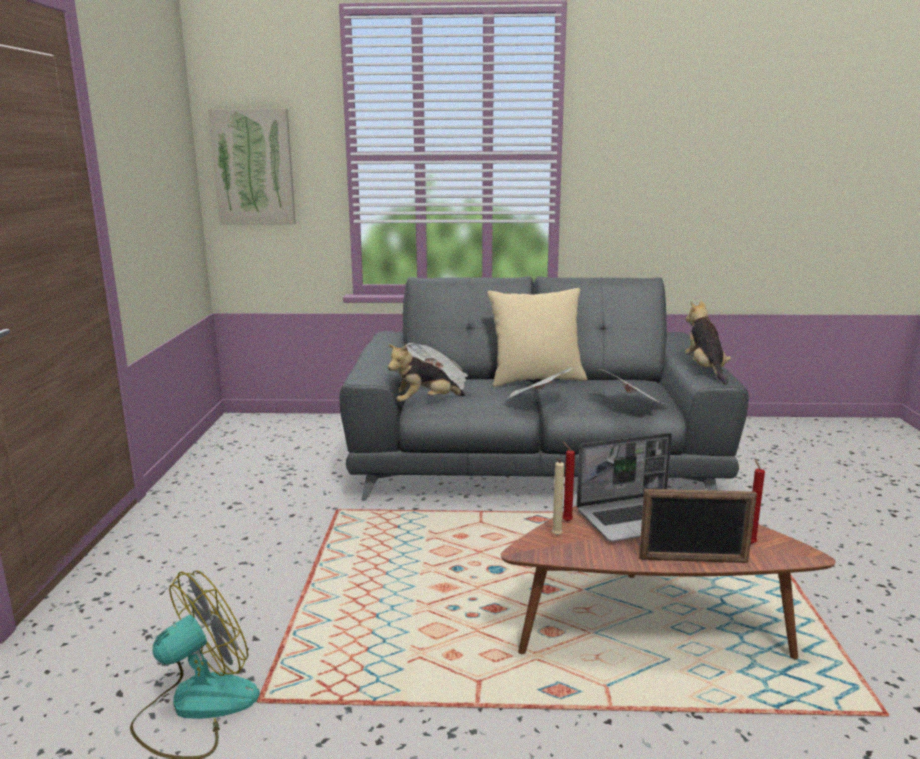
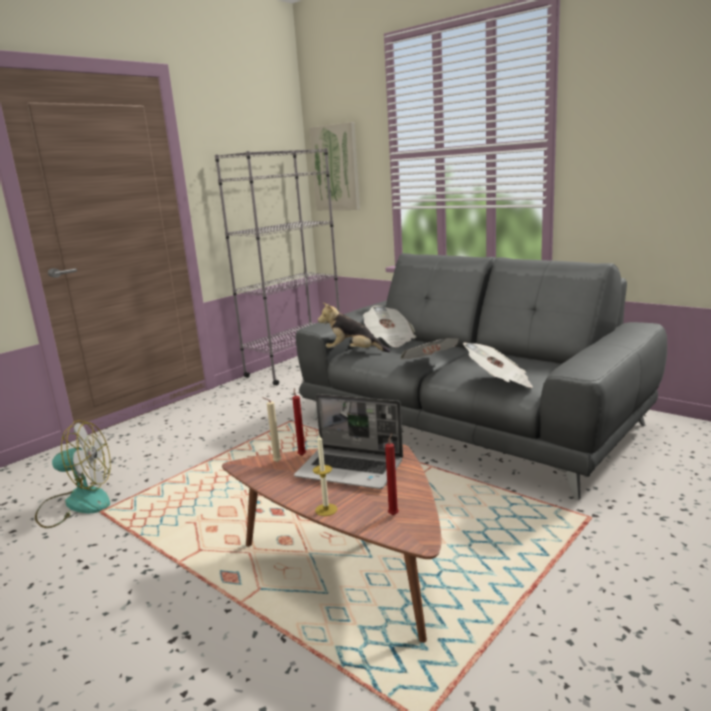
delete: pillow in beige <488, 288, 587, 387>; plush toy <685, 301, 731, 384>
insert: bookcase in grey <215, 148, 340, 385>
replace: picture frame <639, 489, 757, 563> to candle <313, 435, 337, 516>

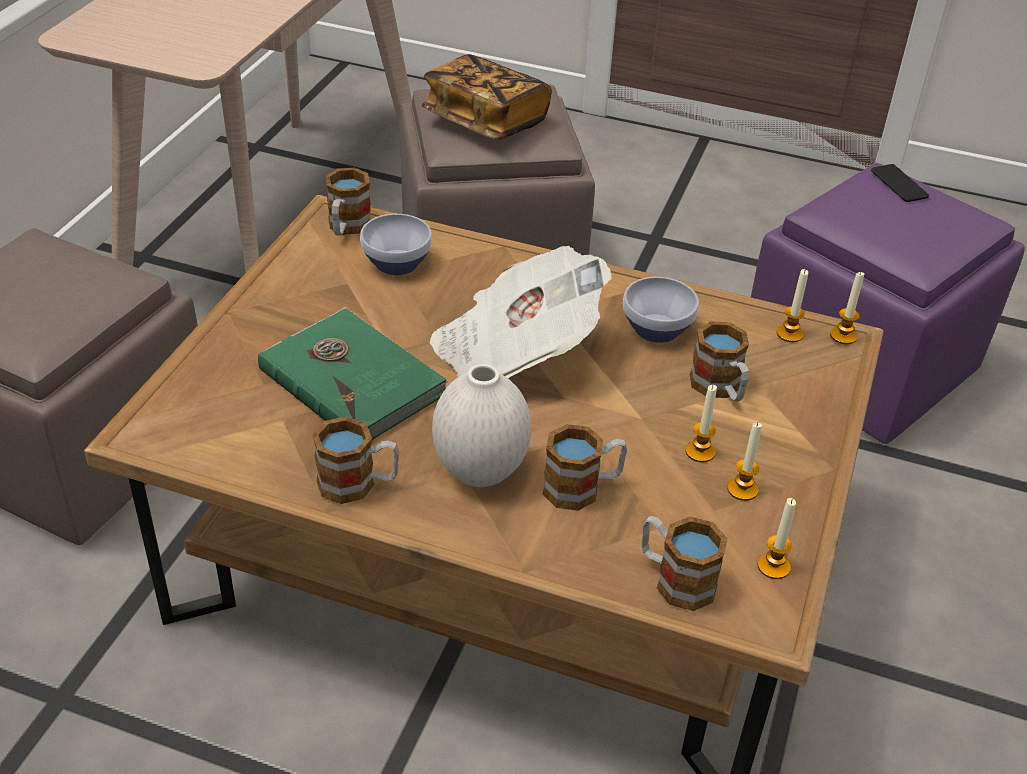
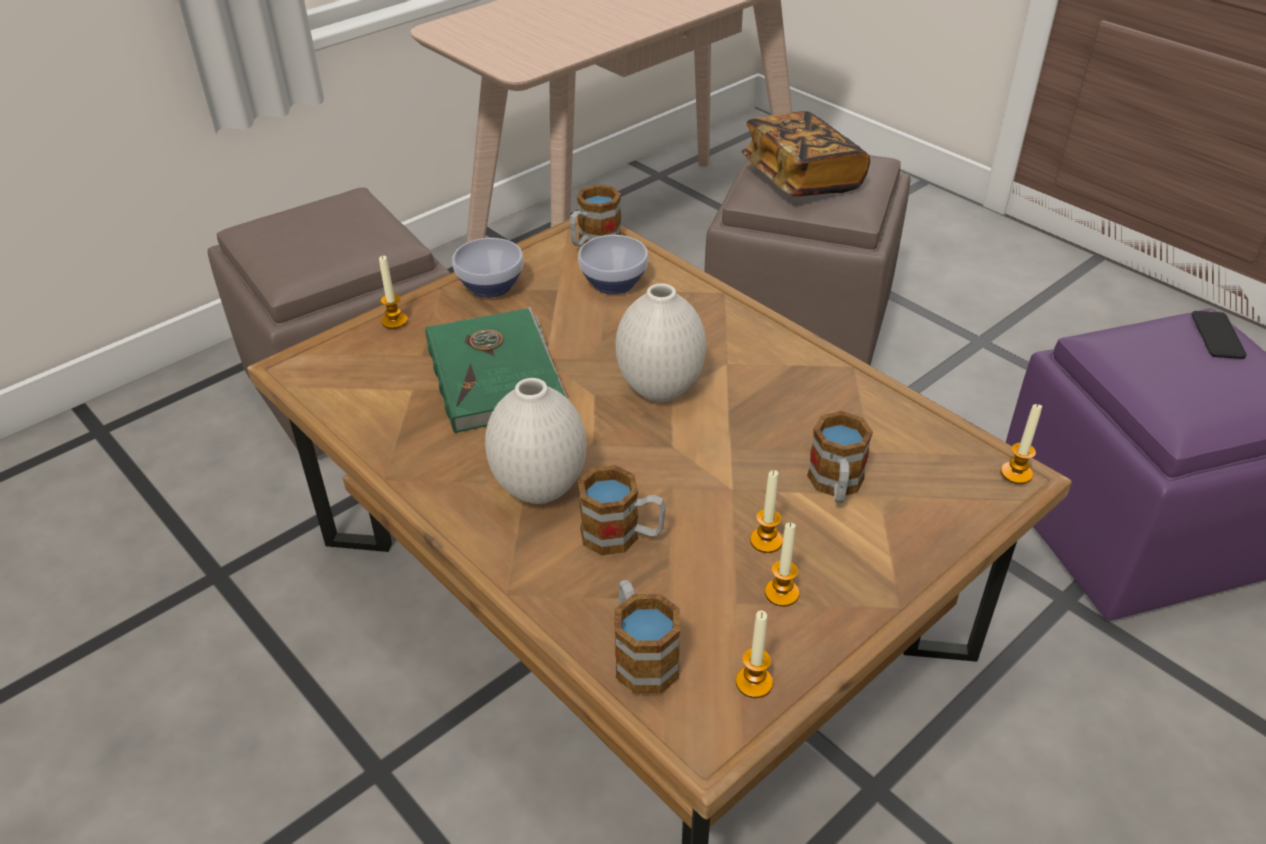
delete: mug <312, 416, 399, 504>
move: bowl <623, 277, 699, 343> to <452, 238, 523, 298>; candle <776, 269, 808, 342> to <379, 255, 408, 329>
replace: newspaper <430, 246, 612, 378> to vase in white <616, 283, 706, 402>

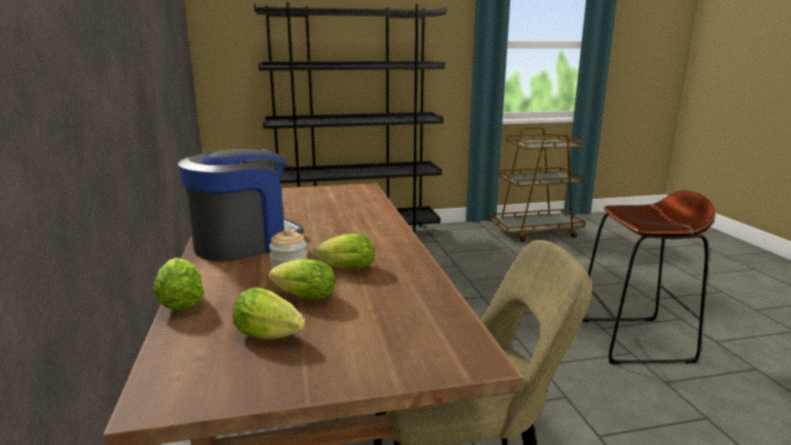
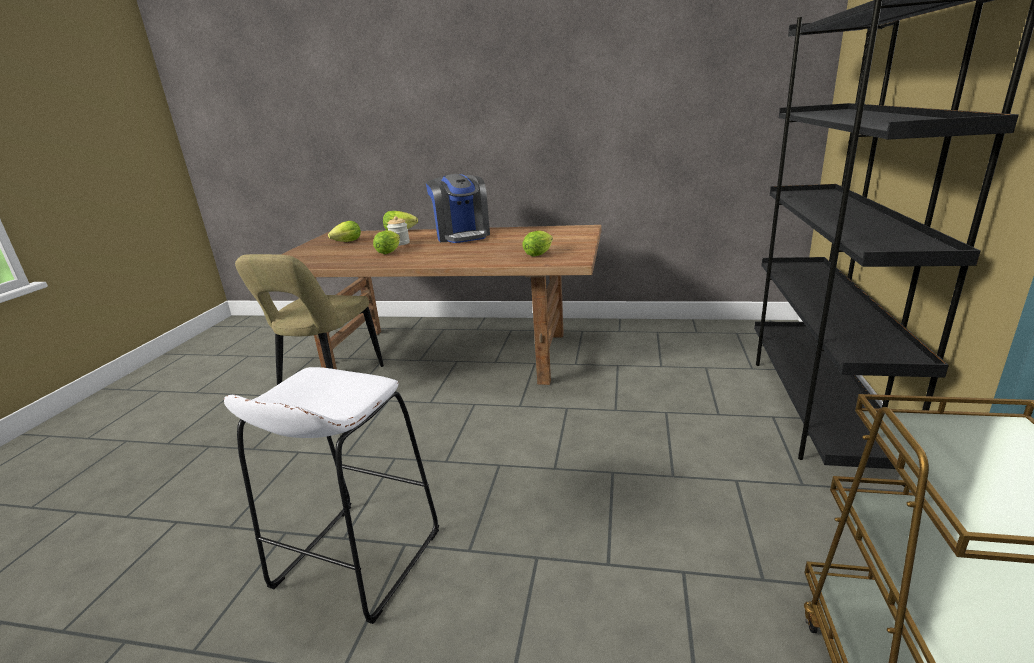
move: lettuce <268, 259, 335, 300> to <522, 230, 553, 257>
recolor: stool in brown <582, 190, 716, 364> to stool in white <224, 367, 439, 624>

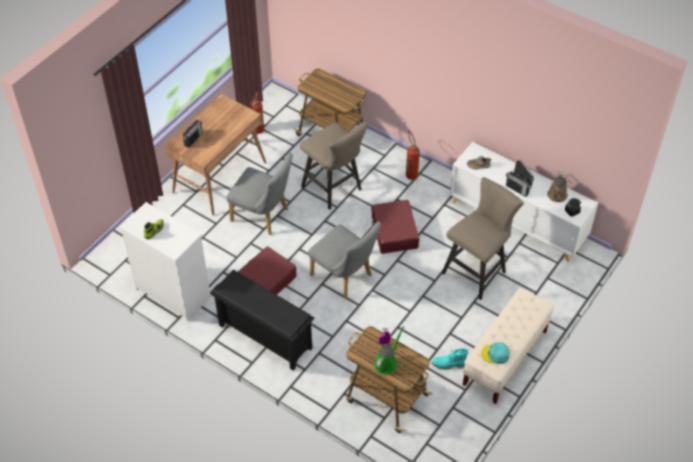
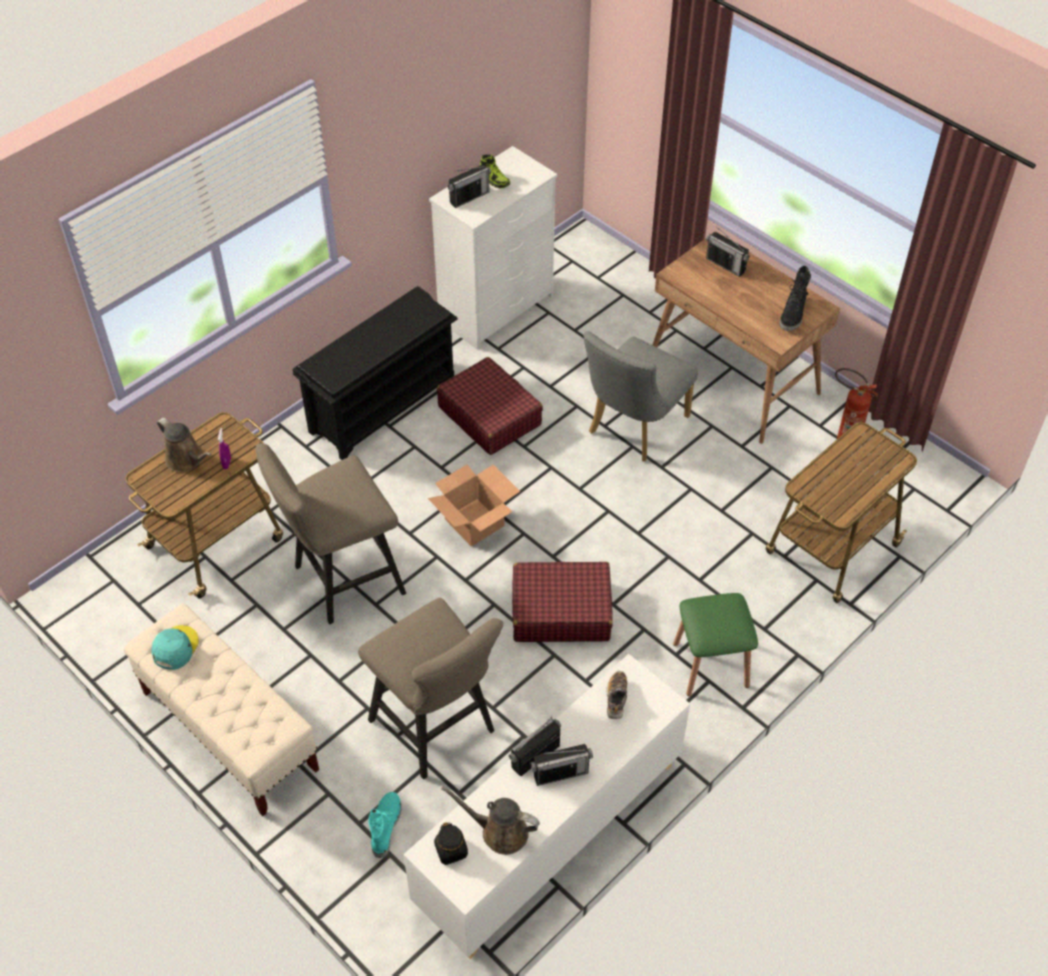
insert: radio <448, 165, 491, 208>; boot in black <780, 266, 811, 331>
move: stool in beige <300, 122, 368, 210> to <255, 443, 406, 624>; boot in turquoise <432, 348, 469, 370> to <368, 792, 401, 858>
replace: chair in grey <308, 222, 381, 299> to cardboard box <428, 464, 520, 546>; fire extinguisher <406, 130, 420, 180> to stool in green <673, 593, 758, 696>
recolor: watering can in green <374, 326, 404, 375> to watering can in brown <157, 418, 212, 472>

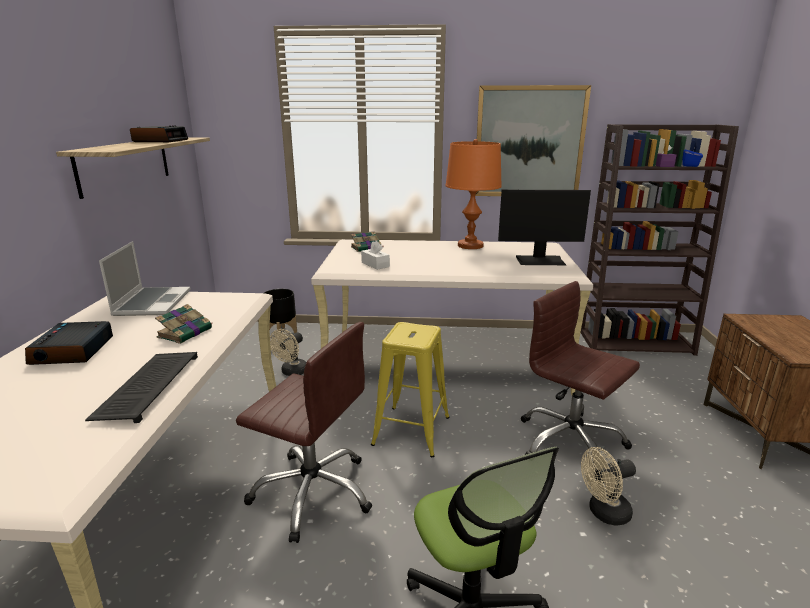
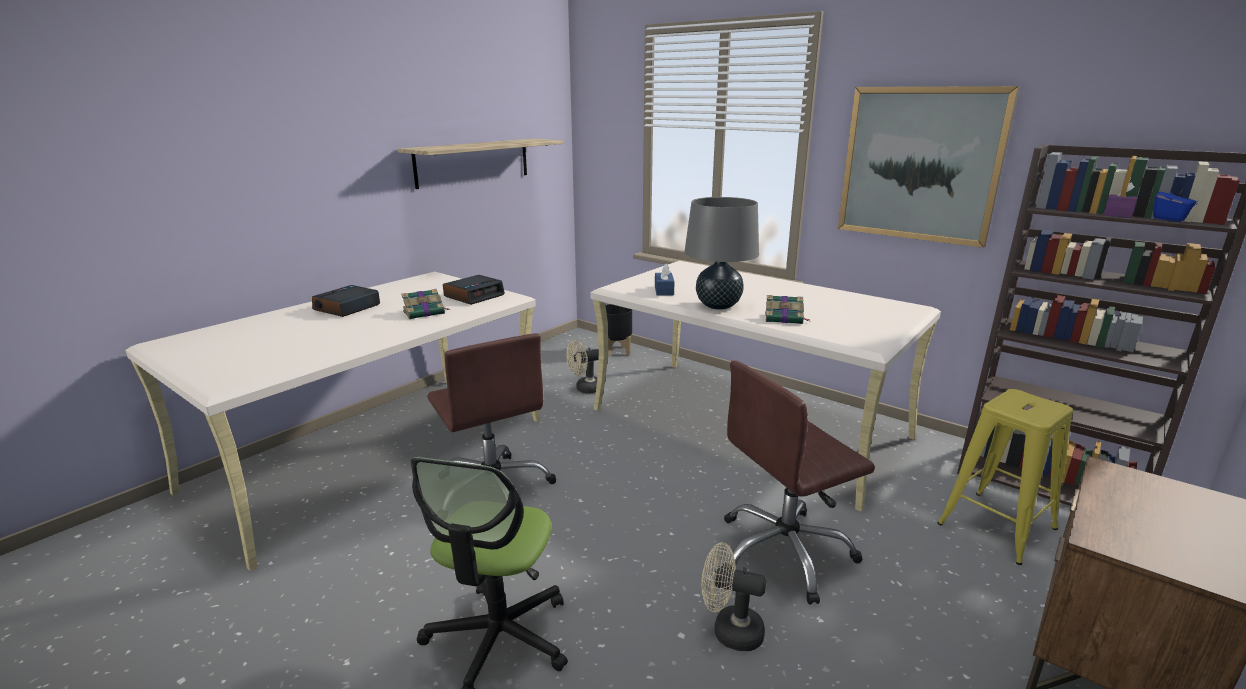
delete: keyboard <85, 352, 198, 423>; laptop <99, 241, 191, 316>; table lamp in orange <445, 139, 502, 249>; monitor <498, 190, 591, 265>
insert: table lamp in grey <684, 197, 759, 310>
move: alarm clock <130, 125, 188, 142> to <443, 275, 505, 305>; book <351, 231, 385, 252> to <765, 295, 810, 324>; stool in yellow <371, 322, 449, 457> to <938, 389, 1073, 565>
recolor: tissue box in white <361, 241, 390, 270> to tissue box in blue <655, 264, 674, 295>
rotate: office chair in brown <521, 281, 640, 479> = <722, 360, 875, 604> 105 degrees counterclockwise

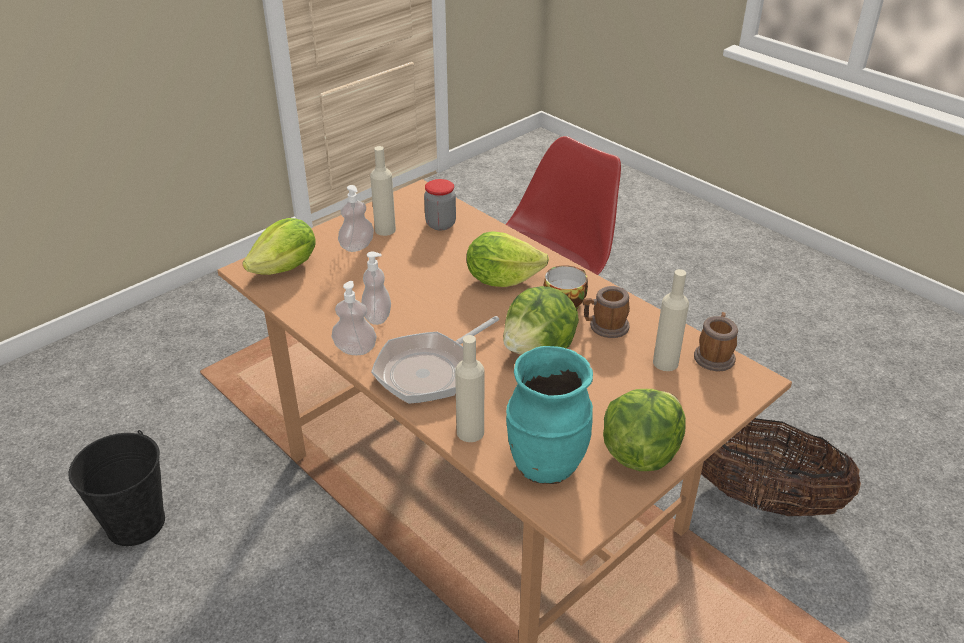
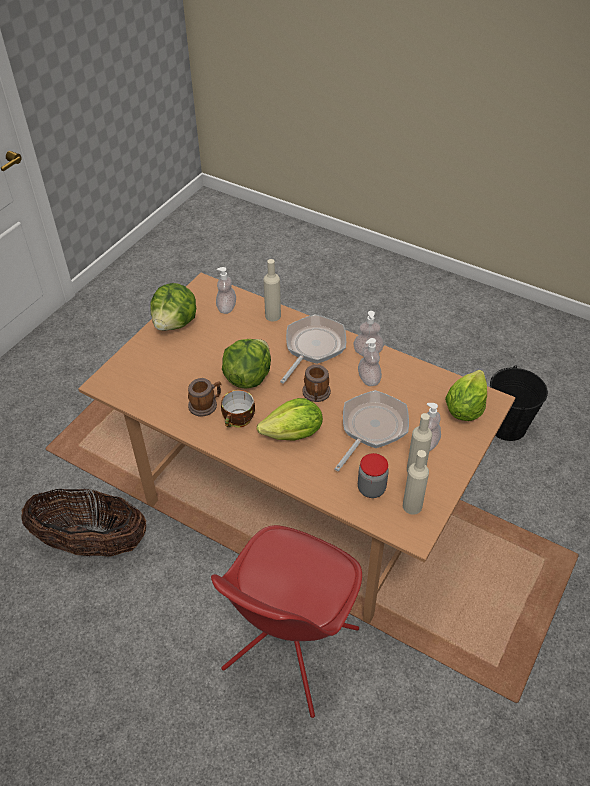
insert: frying pan <335, 390, 409, 471>
move: bottle in beige <653, 269, 689, 371> to <403, 450, 429, 515>; mug <694, 312, 738, 372> to <302, 364, 331, 402>
replace: vase in turquoise <506, 346, 593, 484> to soap dispenser <216, 267, 236, 314>

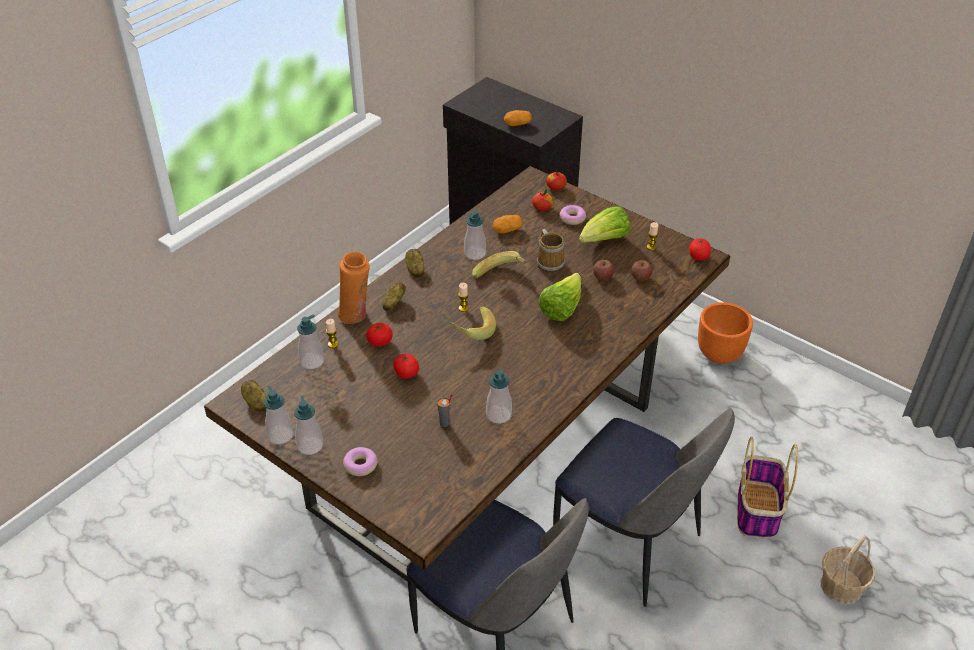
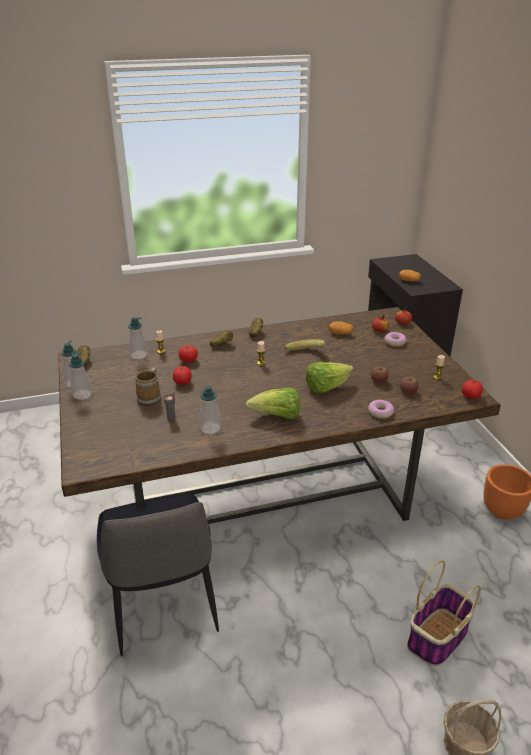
delete: vase in orange <337, 252, 370, 324>; banana <448, 306, 496, 340>; soap dispenser <464, 210, 486, 260>; chair <553, 408, 735, 607>
move: donut <343, 447, 378, 476> to <368, 400, 394, 418>; mug <537, 229, 565, 273> to <135, 368, 161, 406>; lettuce <579, 206, 630, 243> to <245, 388, 300, 419>

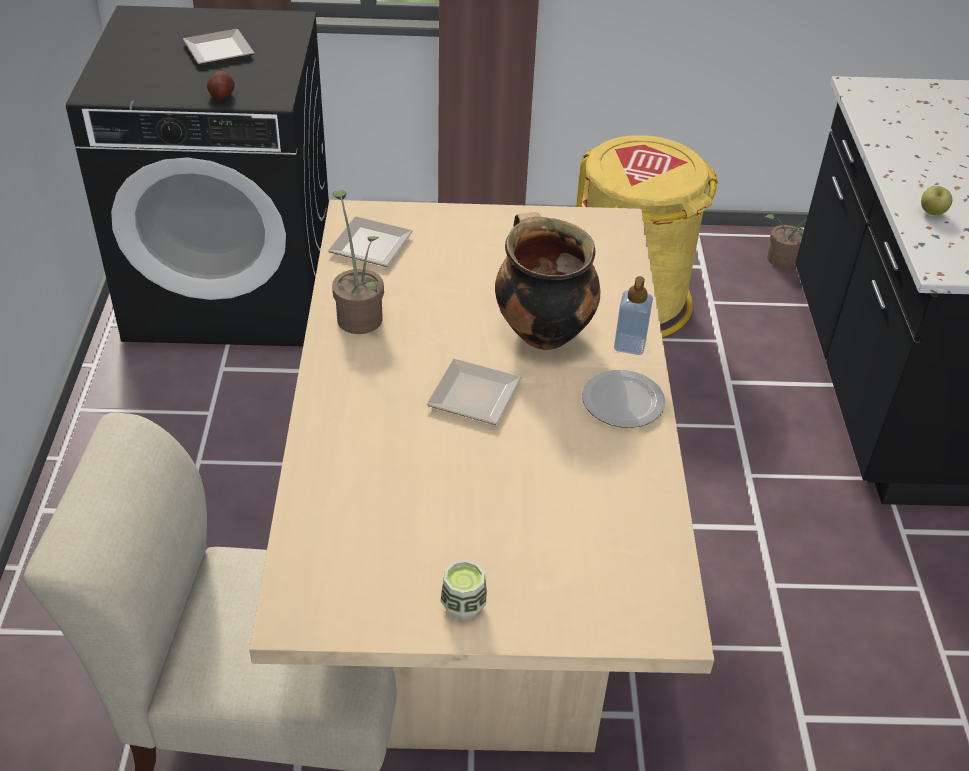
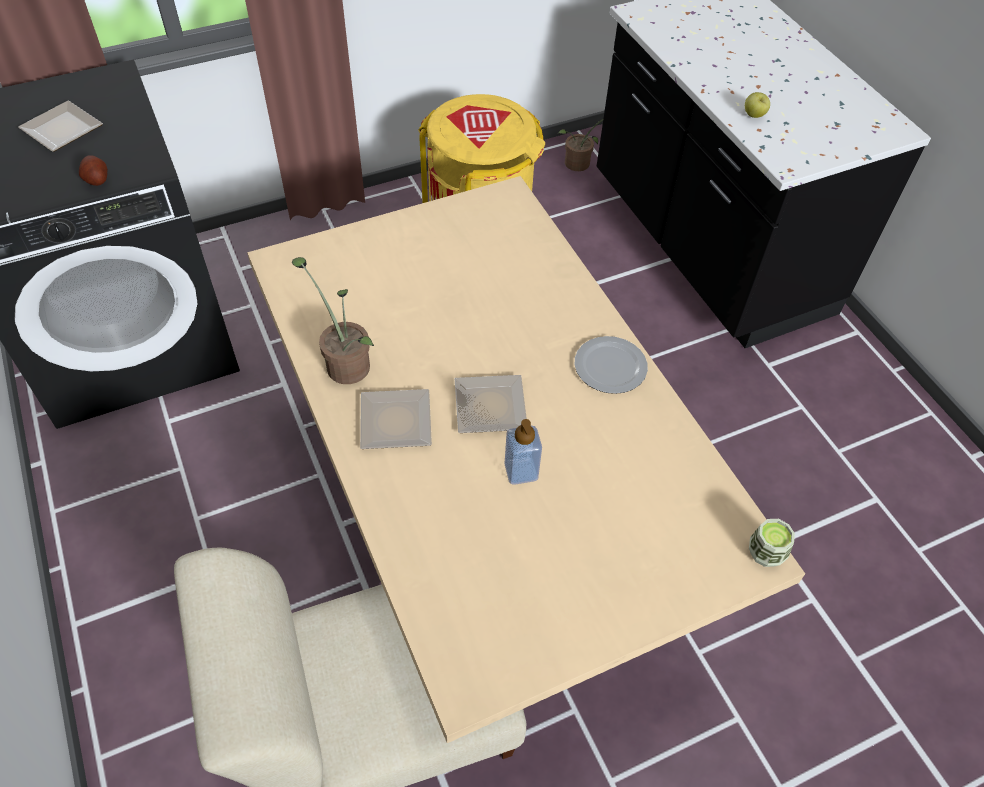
delete: cooking pot <495, 212, 600, 350>
move: plate <328, 216, 413, 267> to <360, 389, 432, 449>; cup <440, 560, 487, 620> to <749, 519, 795, 567>; soap dispenser <614, 276, 653, 355> to <504, 419, 542, 485>

